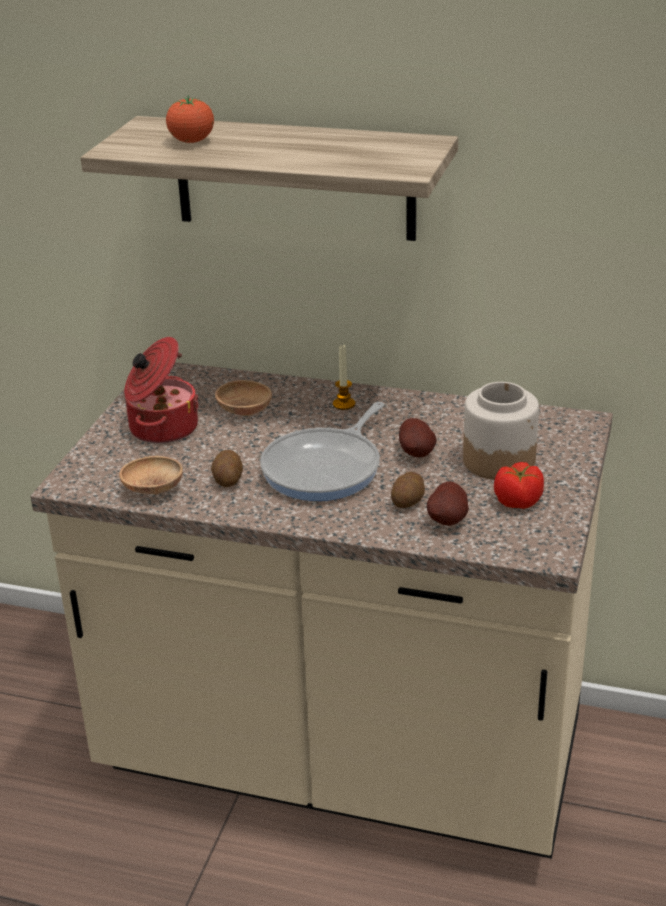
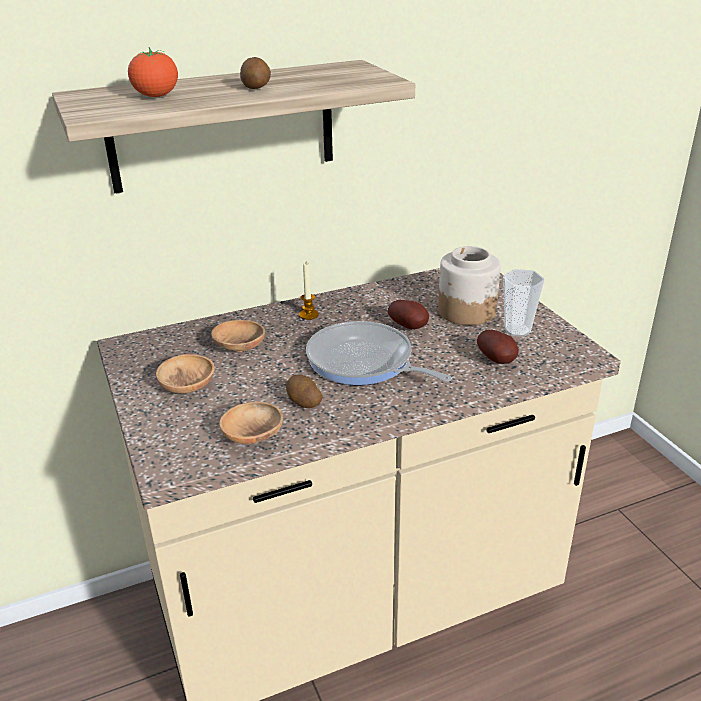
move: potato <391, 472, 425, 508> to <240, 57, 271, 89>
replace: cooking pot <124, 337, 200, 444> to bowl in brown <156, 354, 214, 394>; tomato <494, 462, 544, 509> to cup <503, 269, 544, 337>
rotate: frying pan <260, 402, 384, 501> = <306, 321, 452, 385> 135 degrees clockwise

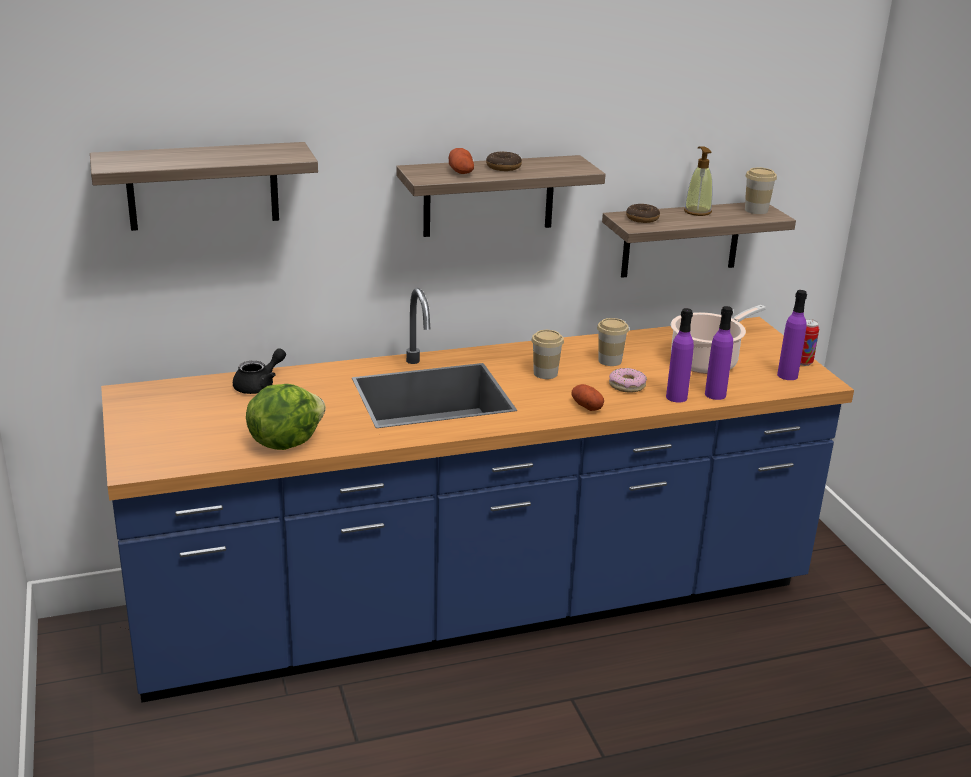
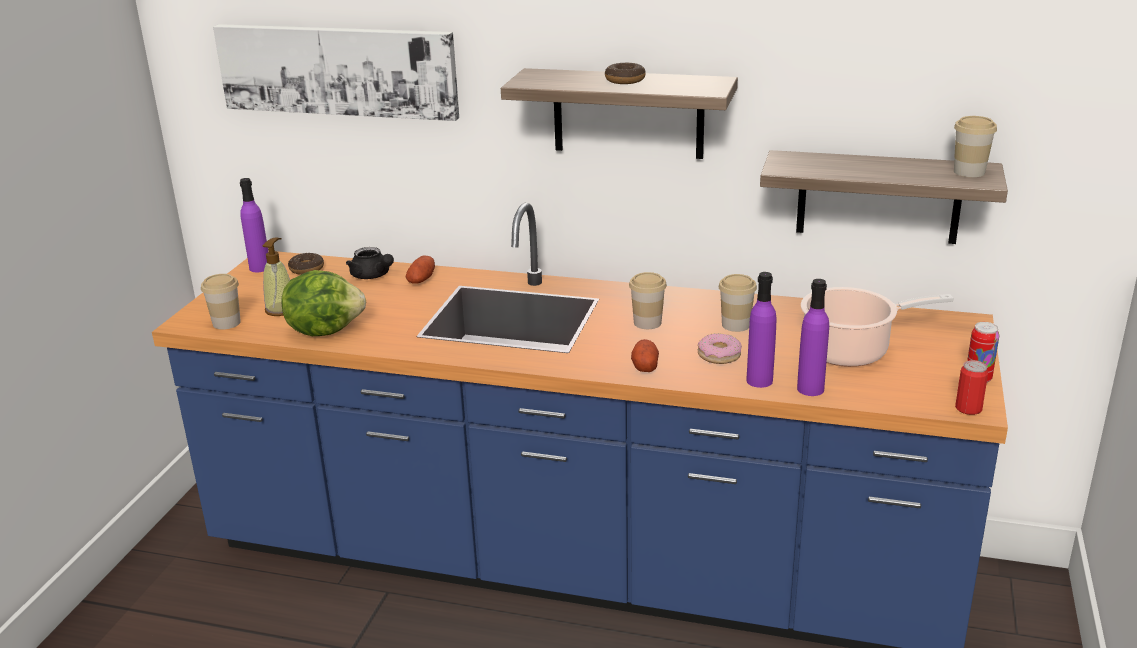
insert: cup <201, 274, 241, 330>; can <955, 360, 988, 415>
move: potato <449, 148, 474, 174> to <406, 255, 435, 284>; donut <626, 204, 660, 223> to <288, 253, 324, 275>; soap dispenser <684, 146, 712, 216> to <263, 238, 290, 316>; bottle in purple <777, 290, 807, 380> to <240, 178, 268, 272>
replace: shelf <90, 142, 318, 231> to picture <213, 24, 459, 121>
rotate: teapot in black <233, 348, 286, 394> = <346, 247, 394, 279> 60 degrees clockwise

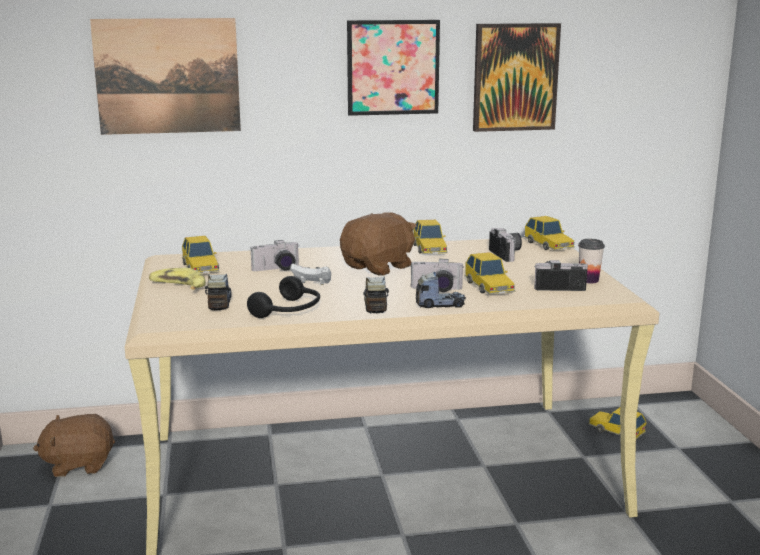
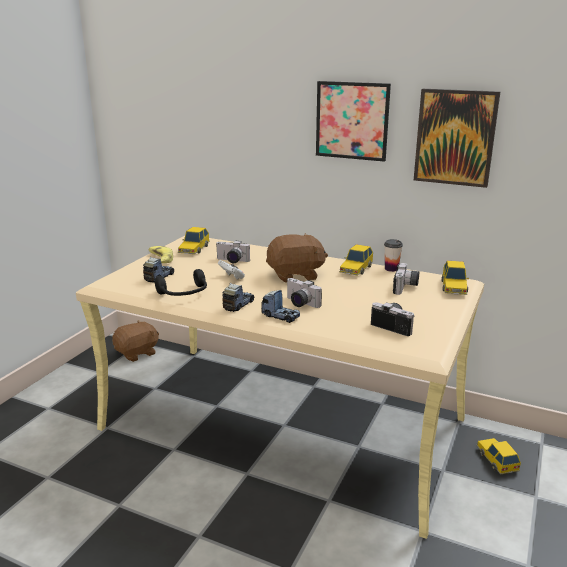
delete: picture <90, 18, 241, 135>; toy car <464, 252, 515, 294>
move: cup <578, 239, 605, 283> to <384, 239, 403, 272>
rotate: plush toy in brown <33, 414, 115, 477> = <112, 320, 159, 362> 120 degrees clockwise

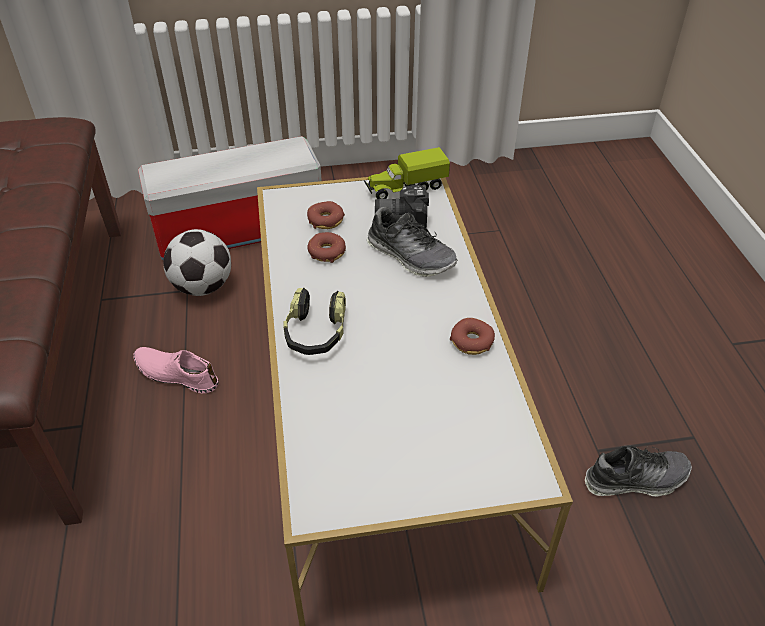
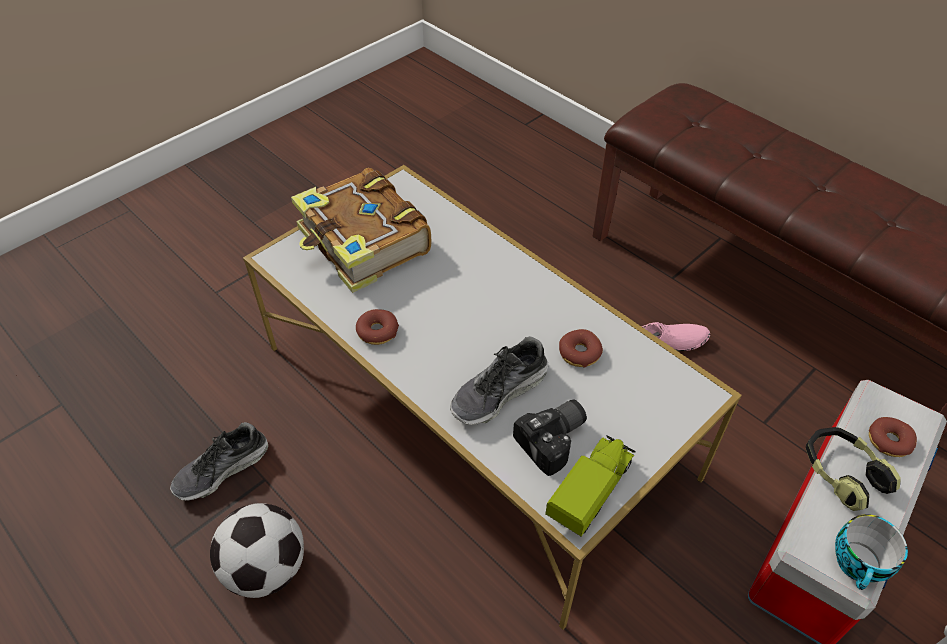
insert: book <291, 168, 432, 293>; cup <835, 514, 908, 590>
move: football <163, 229, 231, 296> to <210, 503, 304, 598>; headphones <283, 288, 346, 355> to <806, 427, 901, 511>; donut <307, 201, 345, 229> to <869, 417, 917, 457>
rotate: shoe <367, 207, 458, 277> = <450, 336, 548, 425> 45 degrees counterclockwise

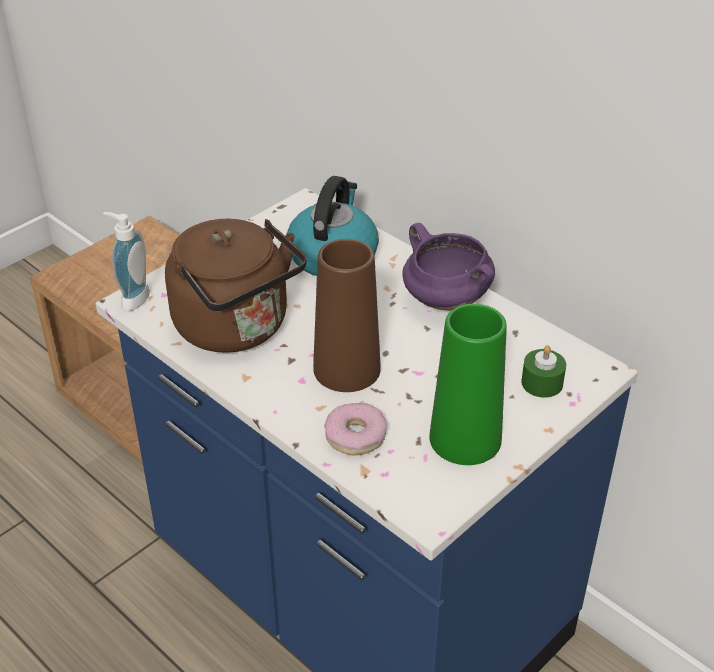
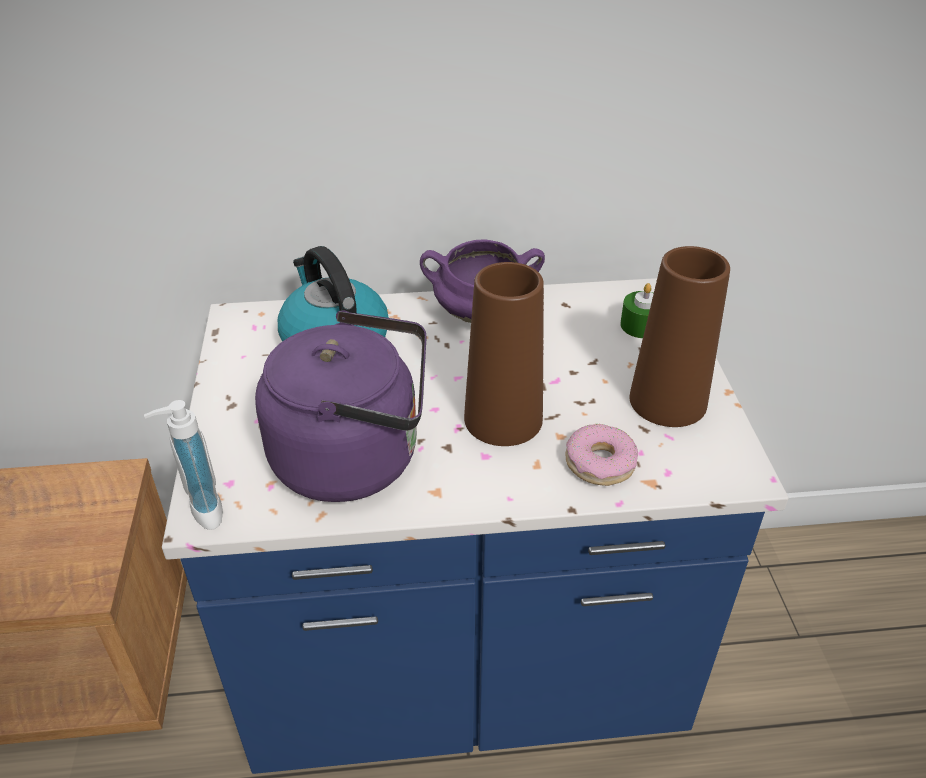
recolor: kettle in brown <165, 219, 307, 352> to kettle in purple <255, 310, 427, 502>; vase in green <429, 304, 507, 465> to vase in brown <629, 246, 730, 427>

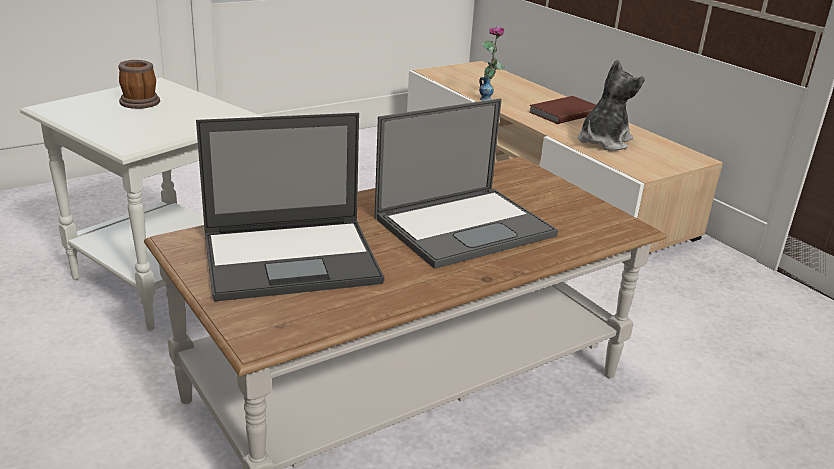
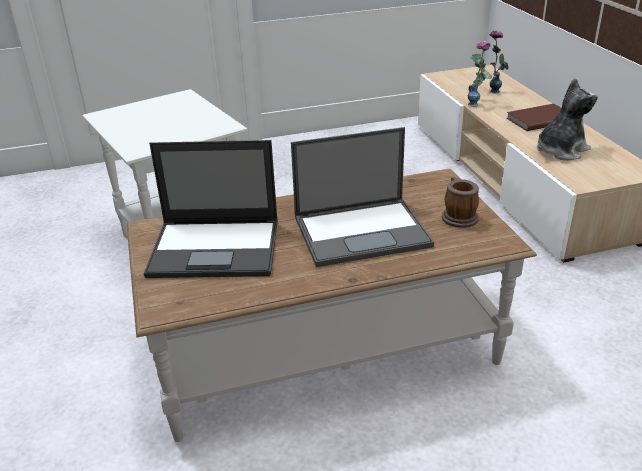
insert: vase <475, 30, 509, 94>
move: mug <118, 60, 160, 109> to <442, 177, 479, 228>

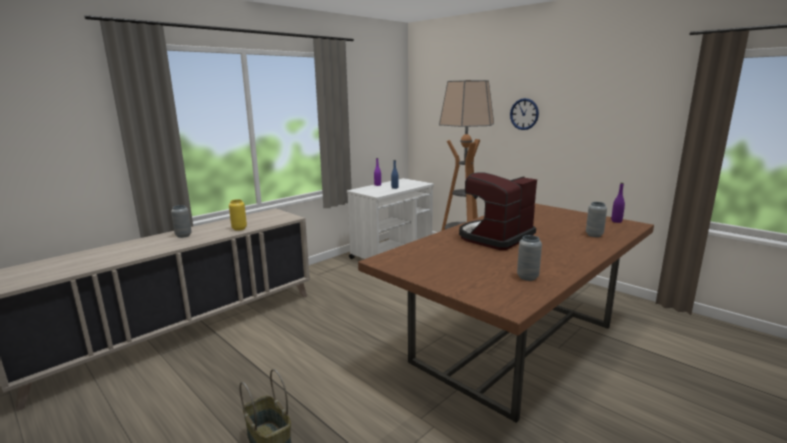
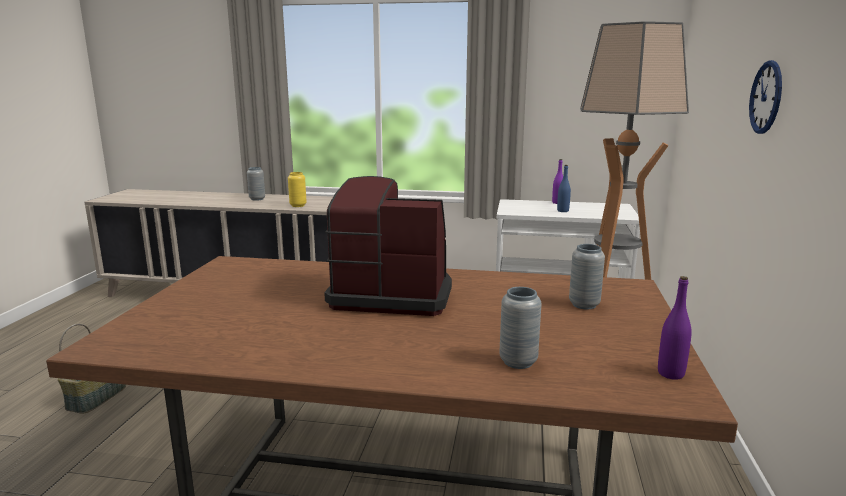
move: vase in grey <517, 235, 542, 281> to <569, 244, 605, 309>

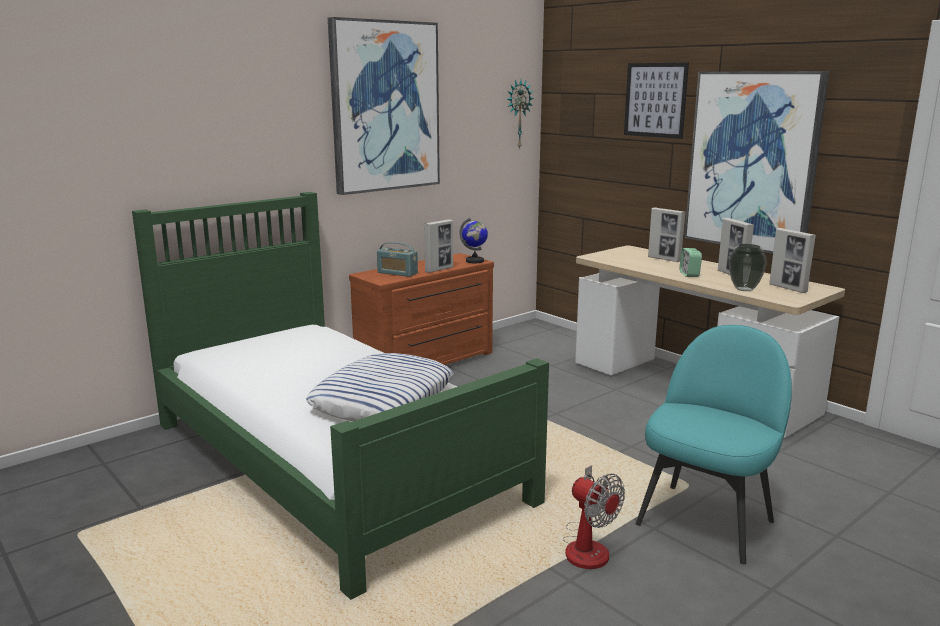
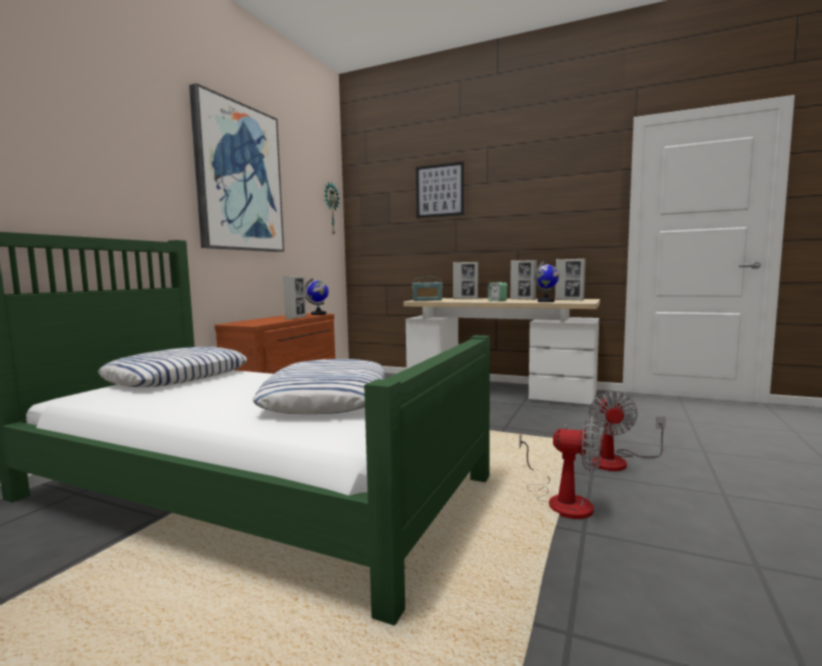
delete: picture <684, 71, 829, 254>
insert: pillow <98, 347, 247, 387>
move: radio <377, 242, 418, 277> to <412, 277, 443, 301>
replace: chair in turquoise <636, 325, 792, 564> to fan <589, 391, 666, 471>; vase <729, 244, 767, 291> to globe <535, 262, 559, 302>

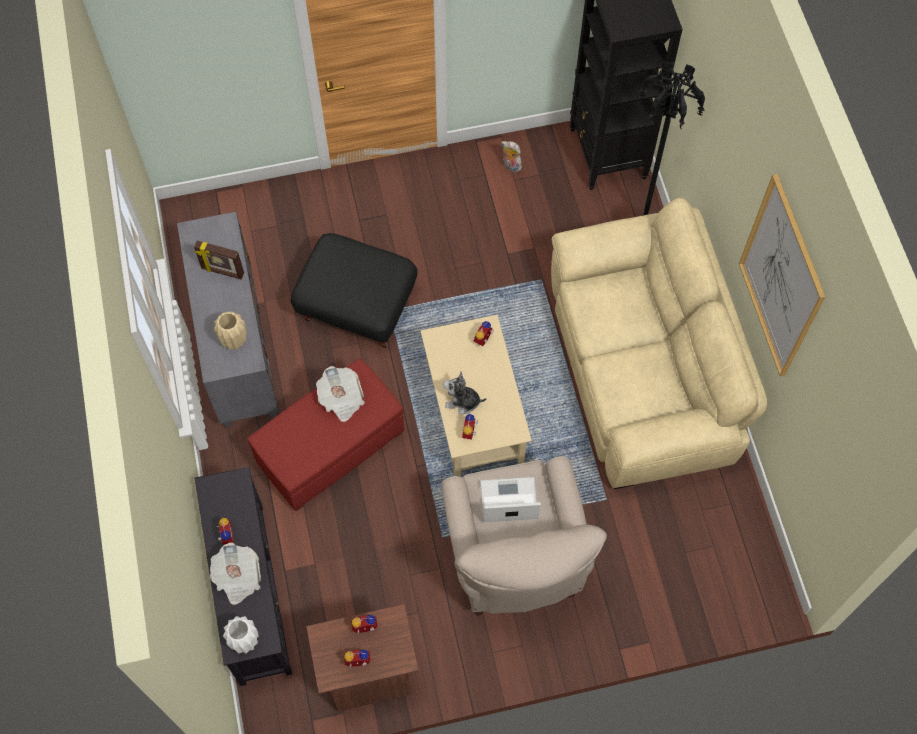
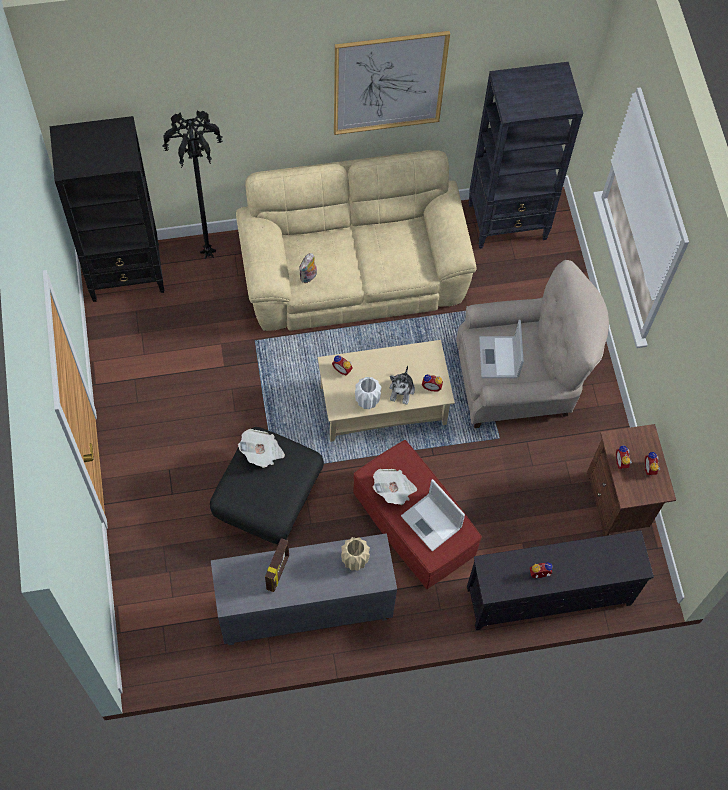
insert: laptop <401, 479, 465, 551>; bookcase in black <468, 62, 583, 249>
move: newspaper <210, 542, 261, 605> to <238, 429, 285, 468>; vase in white <223, 616, 259, 654> to <355, 377, 381, 409>; plush toy <501, 141, 522, 172> to <299, 253, 317, 283>

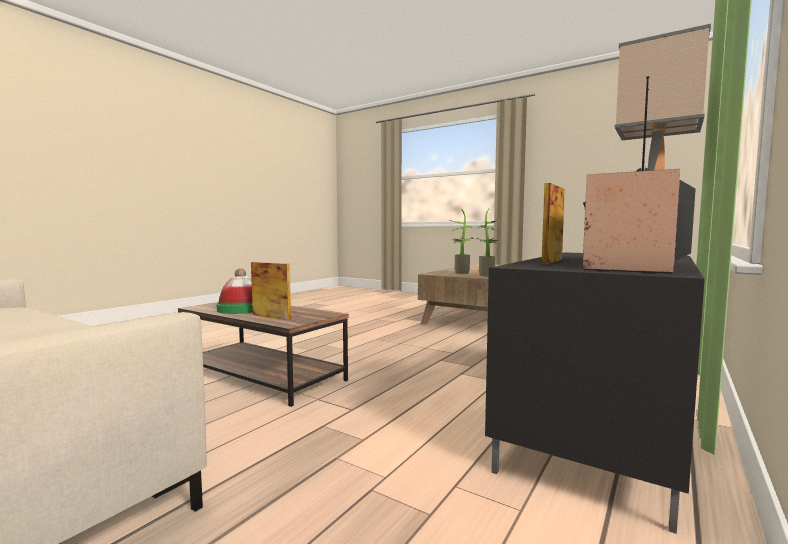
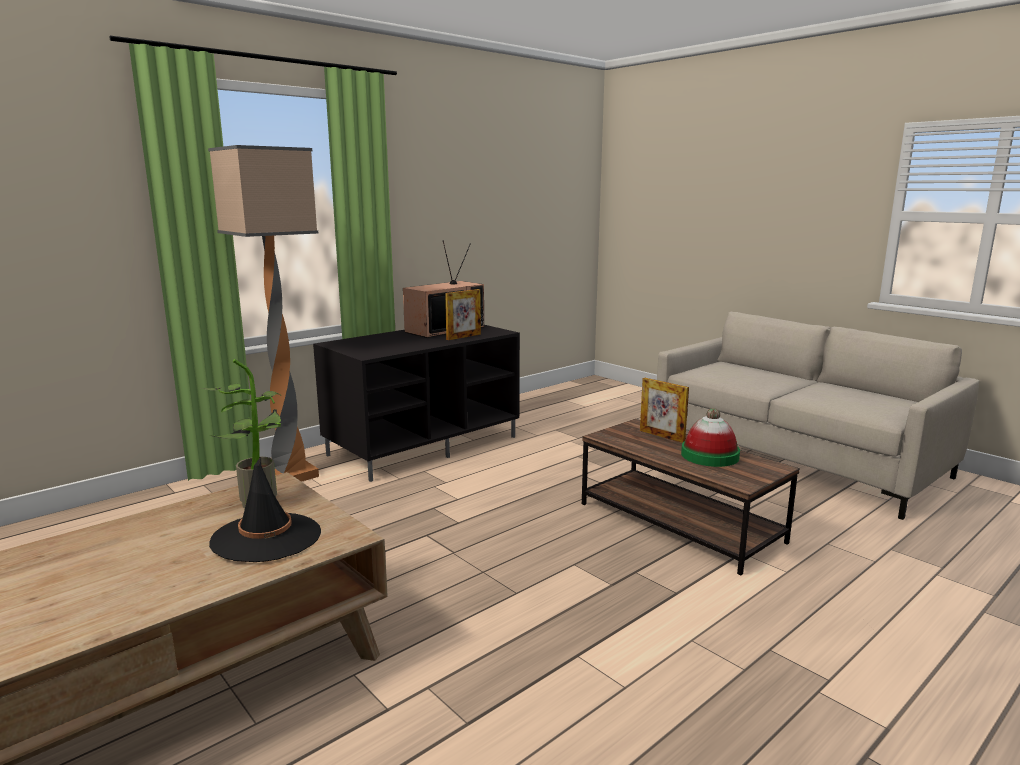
replace: potted plant <450, 209, 474, 274> to hat in black <209, 458, 321, 562>

